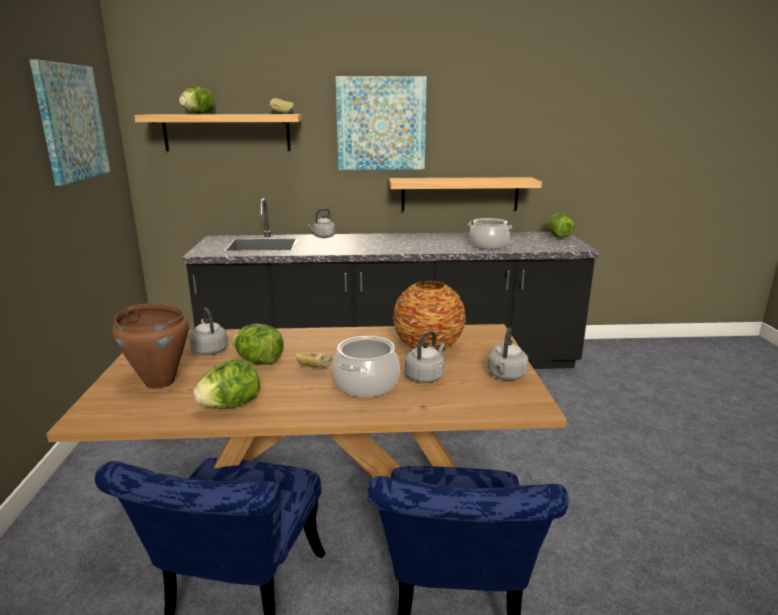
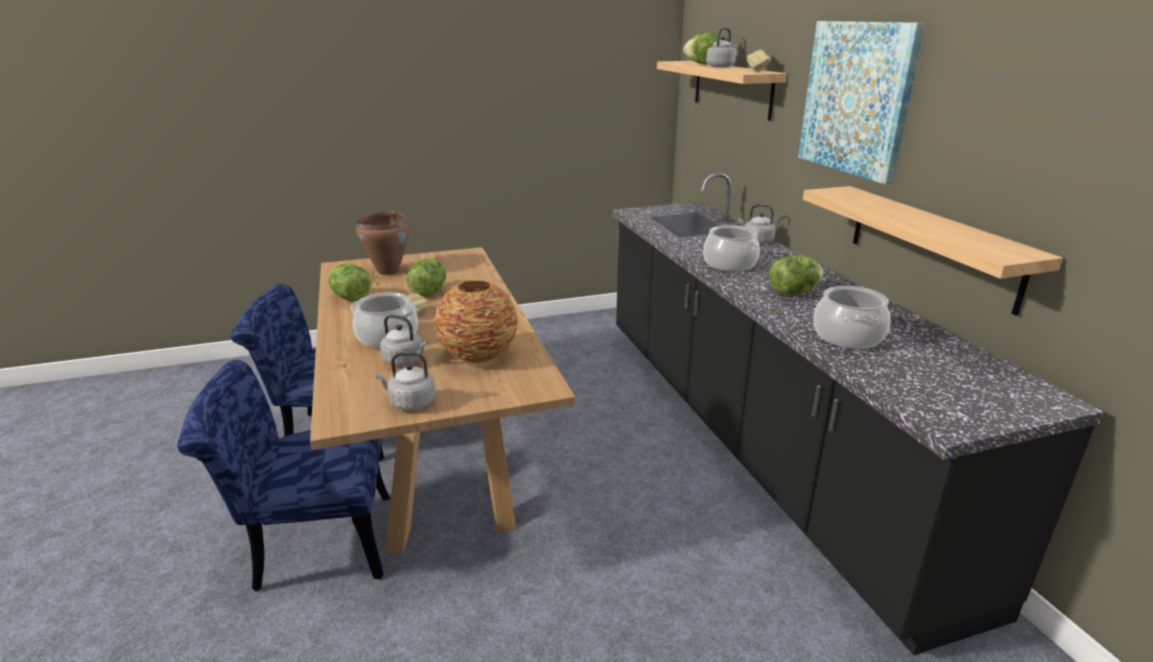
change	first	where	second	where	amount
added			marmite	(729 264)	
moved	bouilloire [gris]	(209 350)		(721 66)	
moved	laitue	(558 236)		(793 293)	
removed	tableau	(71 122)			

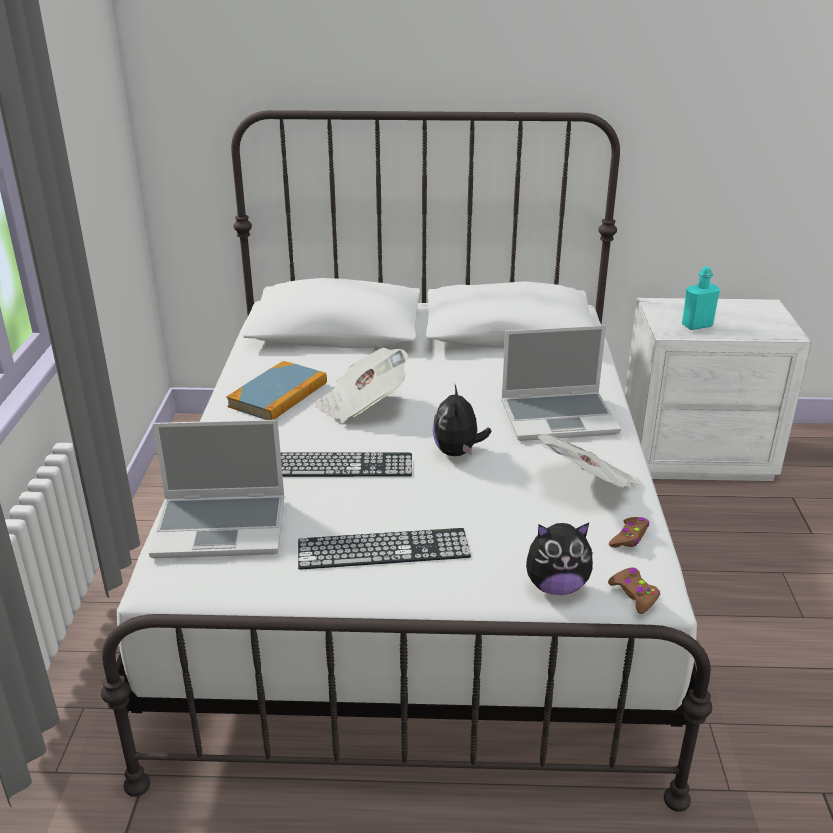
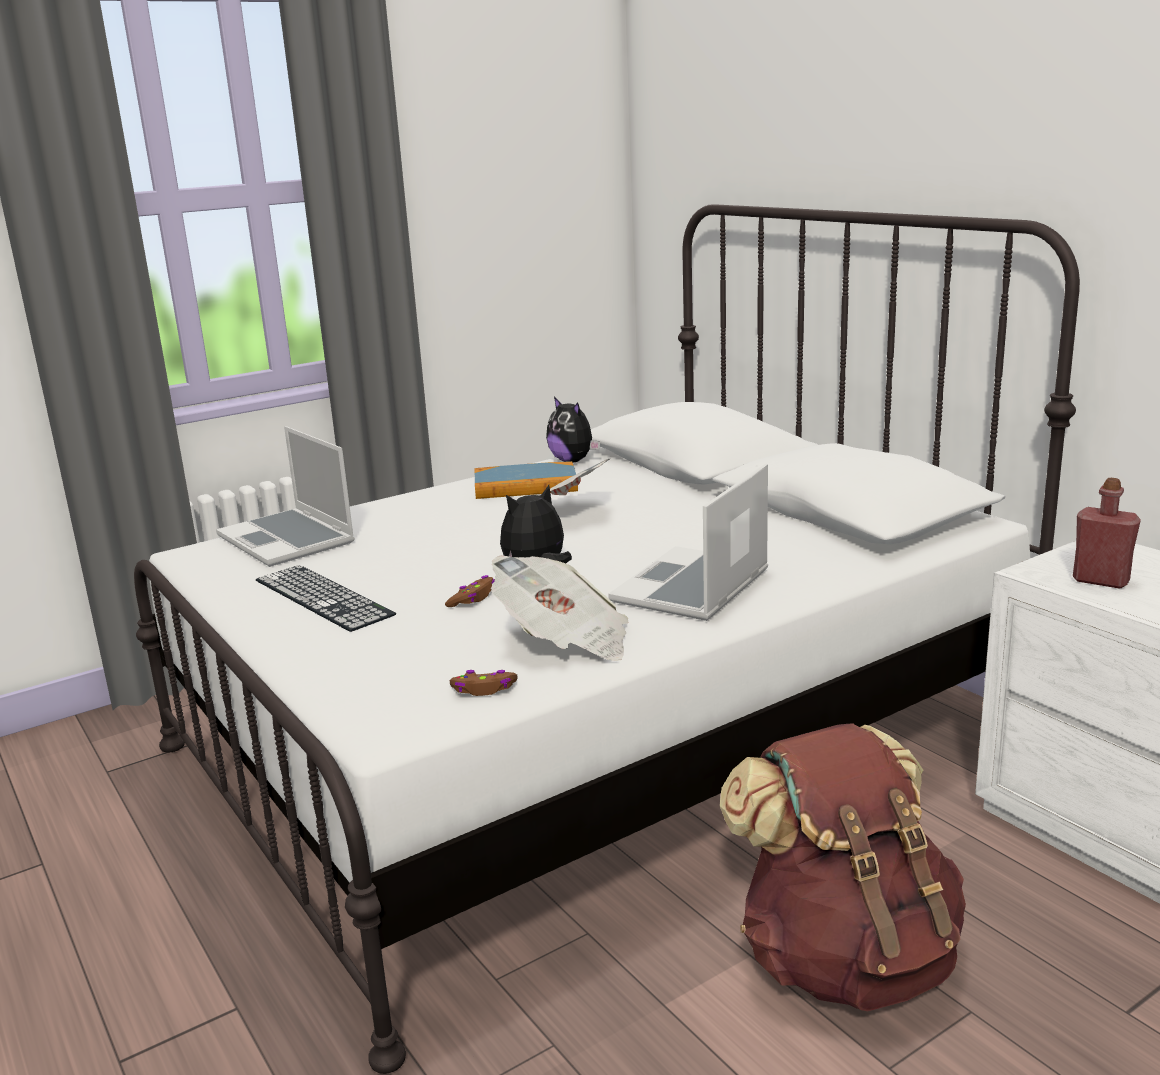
change	first	where	second	where	amount
moved	manette [marron]	(634 595)		(472 599)	
moved	peluche	(556 586)		(573 461)	
turned	ordinateur portable	(559 417)		(692 588)	75 degrees clockwise
added			sac à dos [marron]	(845 957)	
recoloured	bouteille [turquoise]	(697 325)	bouteille [rouge]	(1100 580)	
removed	clavier	(337 465)			

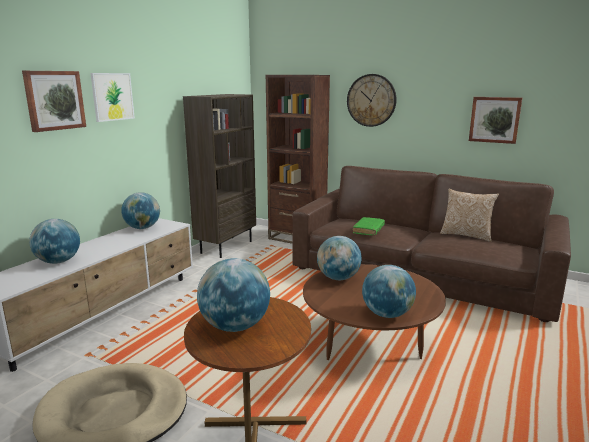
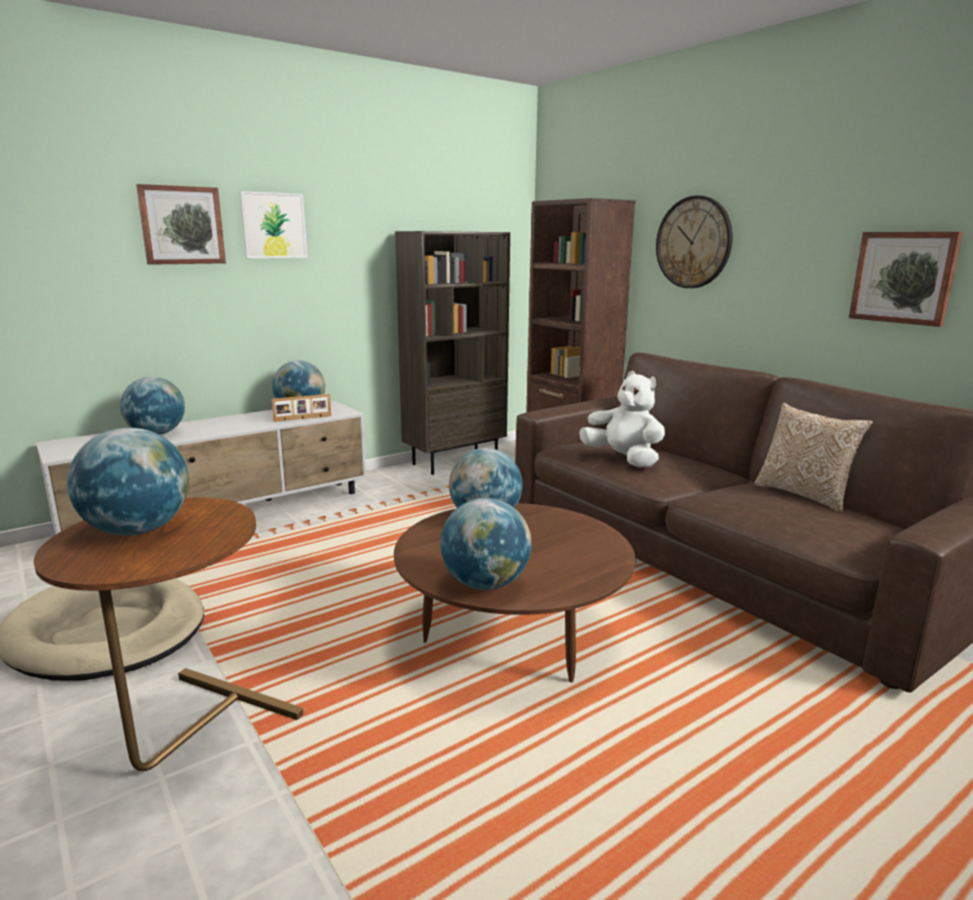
change	first	where	second	where	amount
added			cadre photo	(303 418)	
replaced	livre [vert]	(368 230)	peluche [blanc]	(623 459)	

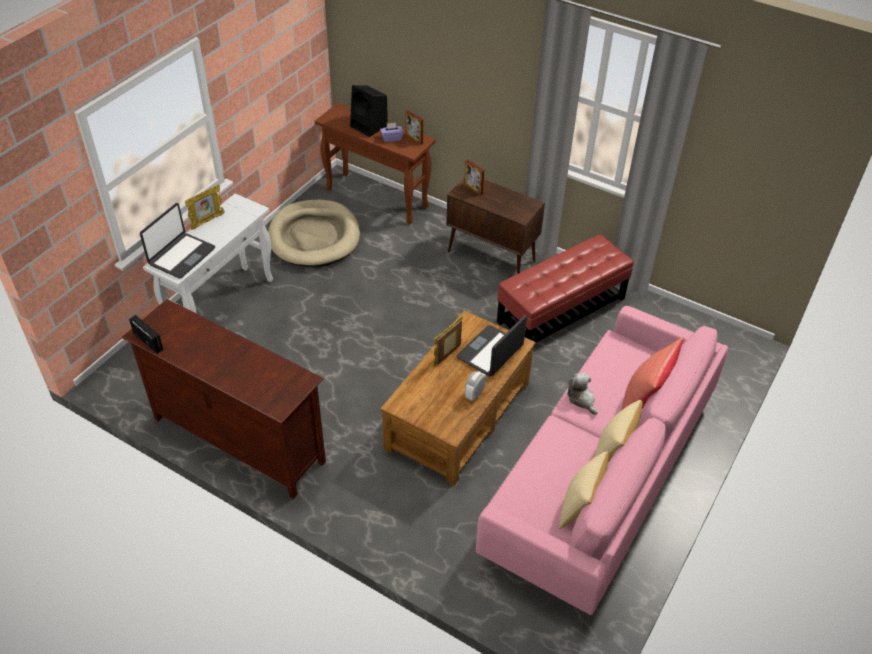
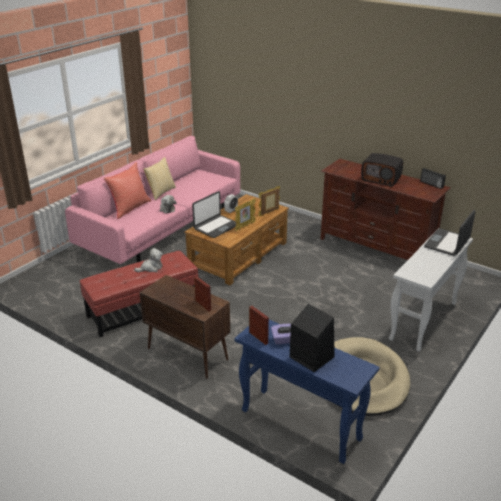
change	first	where	second	where	amount
added			peluche	(151 268)	
recoloured	table console [marron]	(377 198)	table console [bleu]	(299 424)	
moved	cadre photo	(207 221)		(269 212)	
added			radio	(381 179)	
removed	coussin	(580 507)			

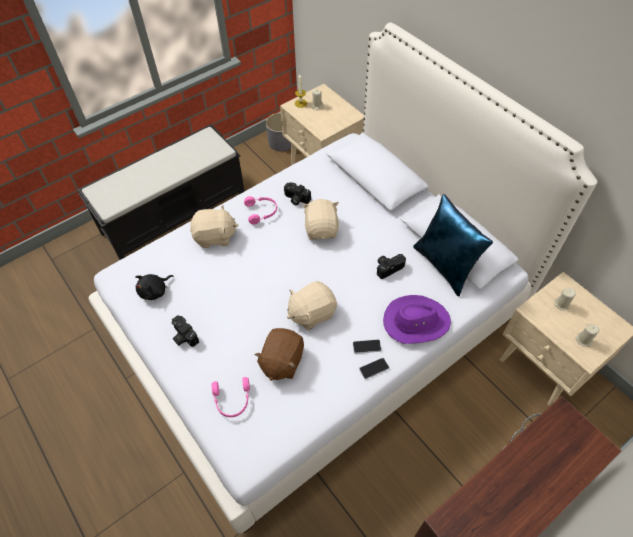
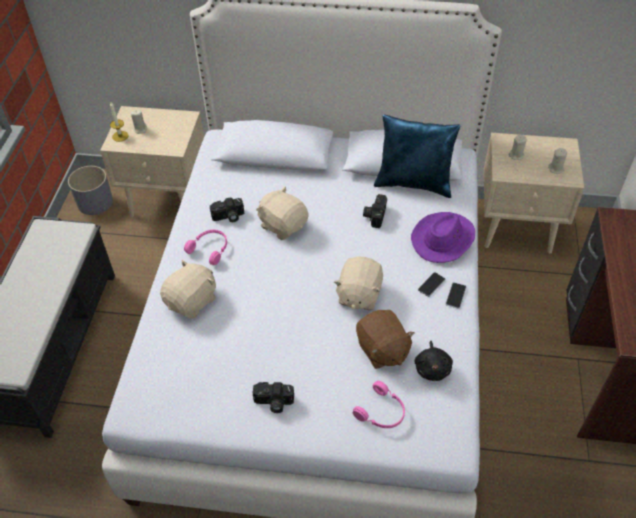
change	first	where	second	where	amount
moved	peluche [noir]	(155 291)		(432 368)	

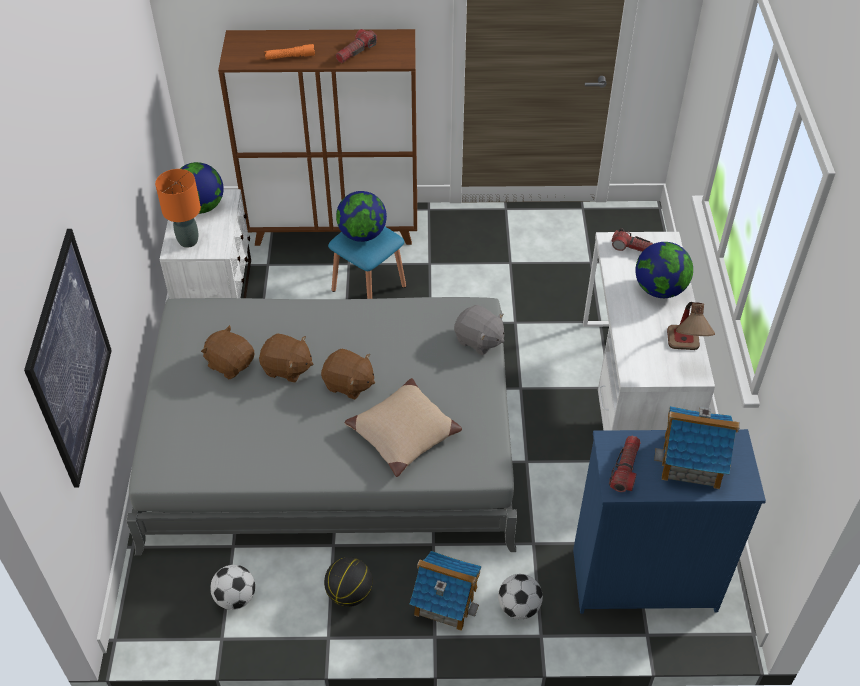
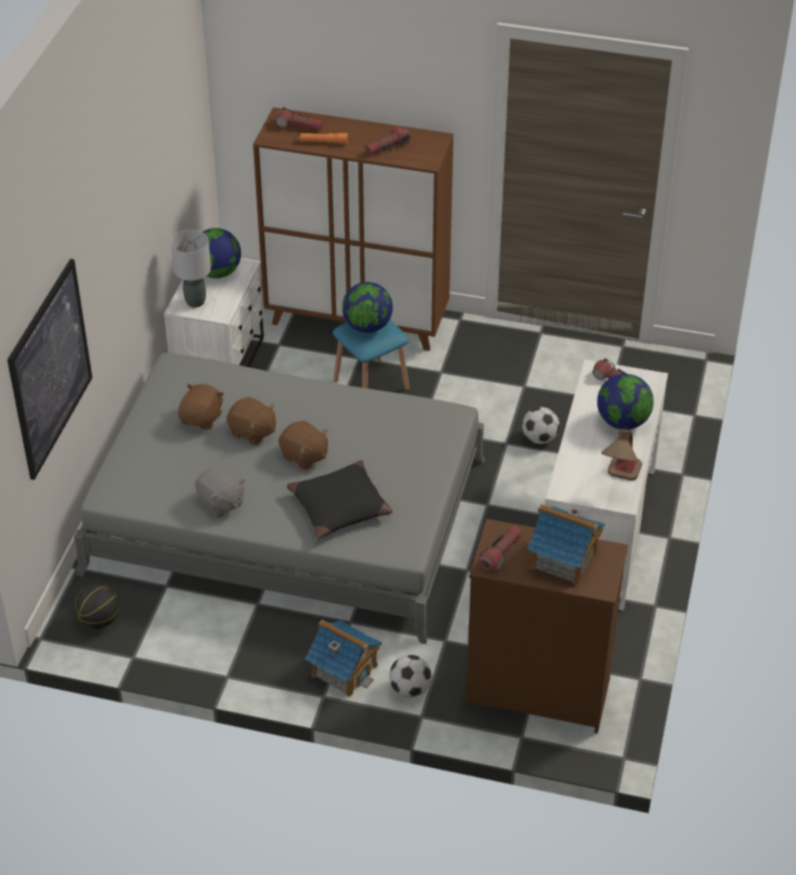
change	first	where	second	where	amount
moved	ballon de basket	(349 593)		(98 620)	
recoloured	lampe de table [orange]	(188 241)	lampe de table [gris]	(195 302)	
turned	peluche [marron]	(230 364)		(202 418)	60 degrees clockwise
moved	peluche [gris]	(479 340)		(220 503)	
added			lampe de poche	(299 126)	
recoloured	coussin [beige]	(404 434)	coussin [noir]	(340 508)	
recoloured	commode [bleu]	(642 579)	commode [marron]	(537 691)	
moved	ballon de foot	(235 598)		(539 438)	

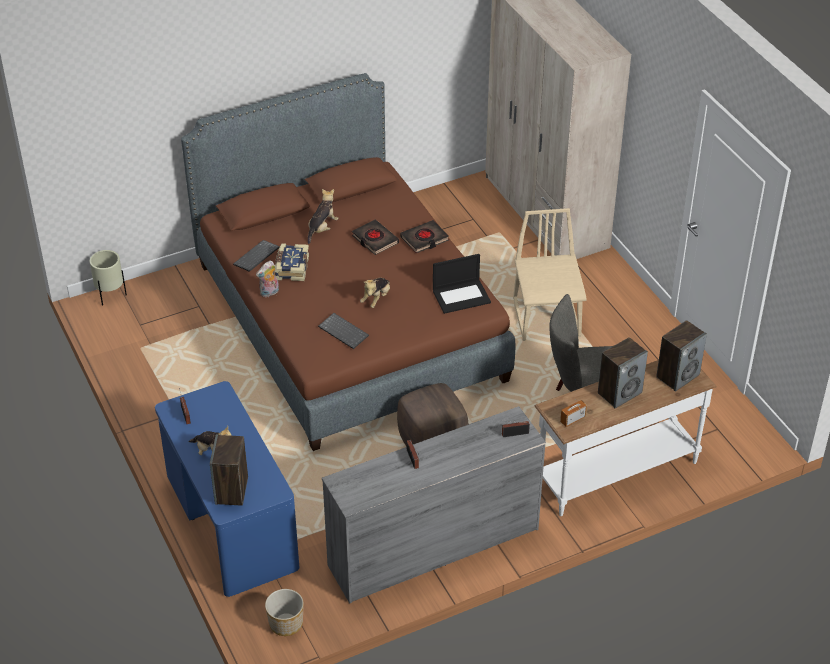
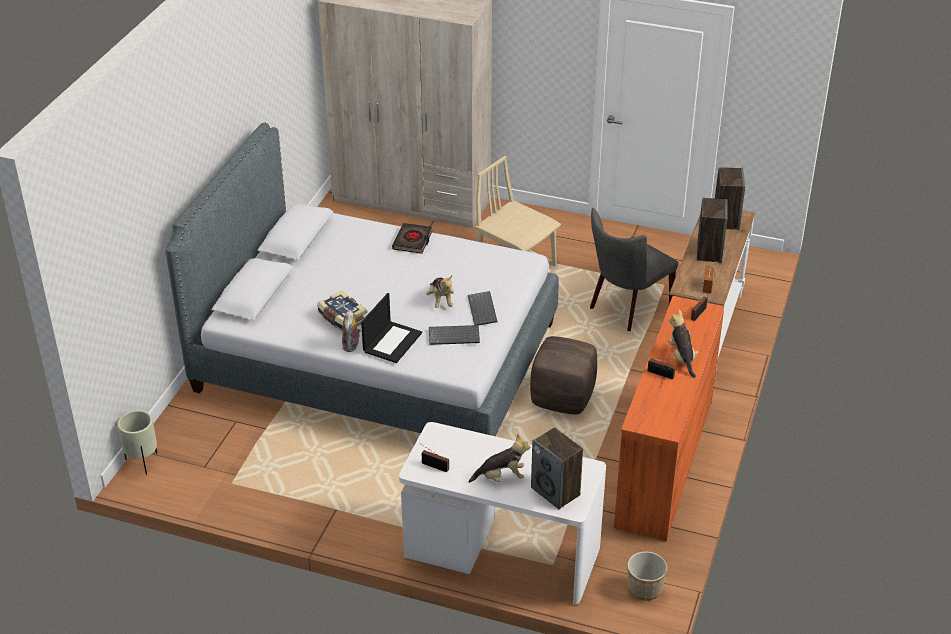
change	first	where	second	where	amount
recoloured	lit [marron]	(348 321)	lit [gris]	(375 357)	
moved	ordinateur portable	(461 296)		(392 342)	
recoloured	bureau [bleu]	(230 523)	bureau [blanc]	(500 554)	
moved	clavier	(256 257)		(483 310)	
recoloured	commode [gris]	(432 547)	commode [orange]	(663 463)	
moved	peluche	(322 228)		(682 358)	
removed	livre [noir]	(375 240)			

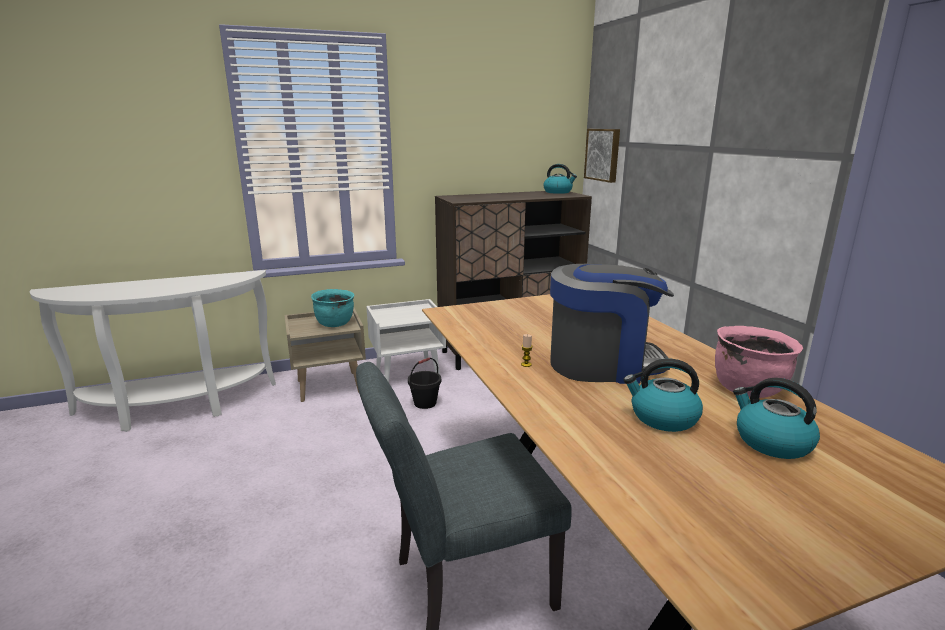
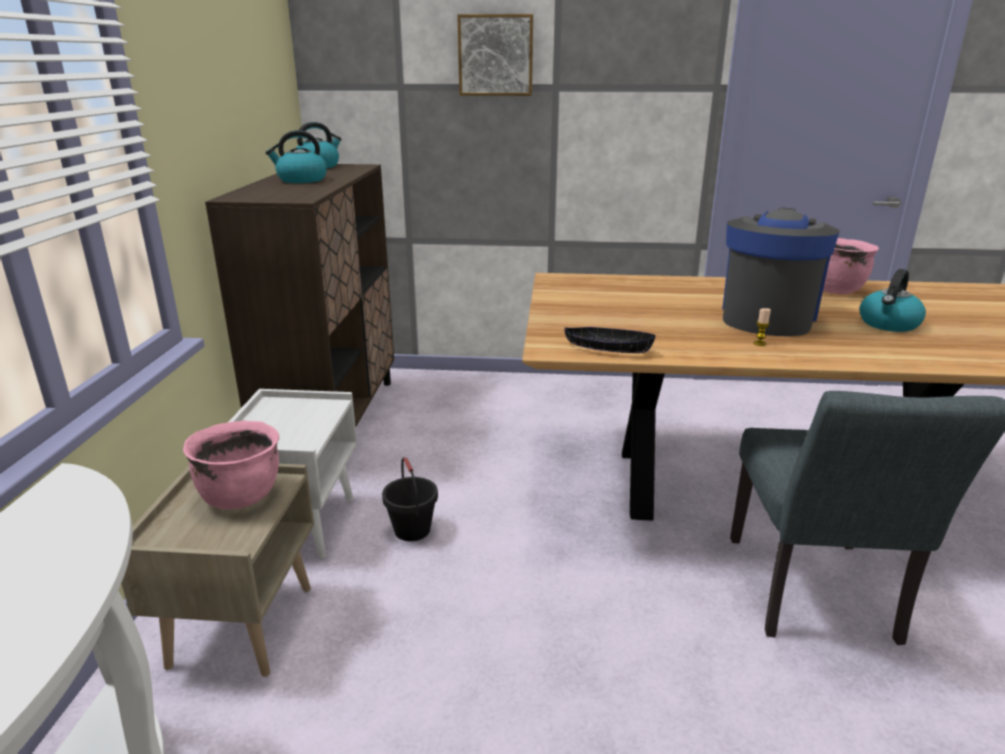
change	first	where	second	where	amount
recoloured	marmite [turquoise]	(335 324)	marmite [rose]	(241 496)	
moved	bouilloire	(771 442)		(301 180)	
moved	tableau	(603 154)		(496 55)	
added			bol [noir]	(607 349)	

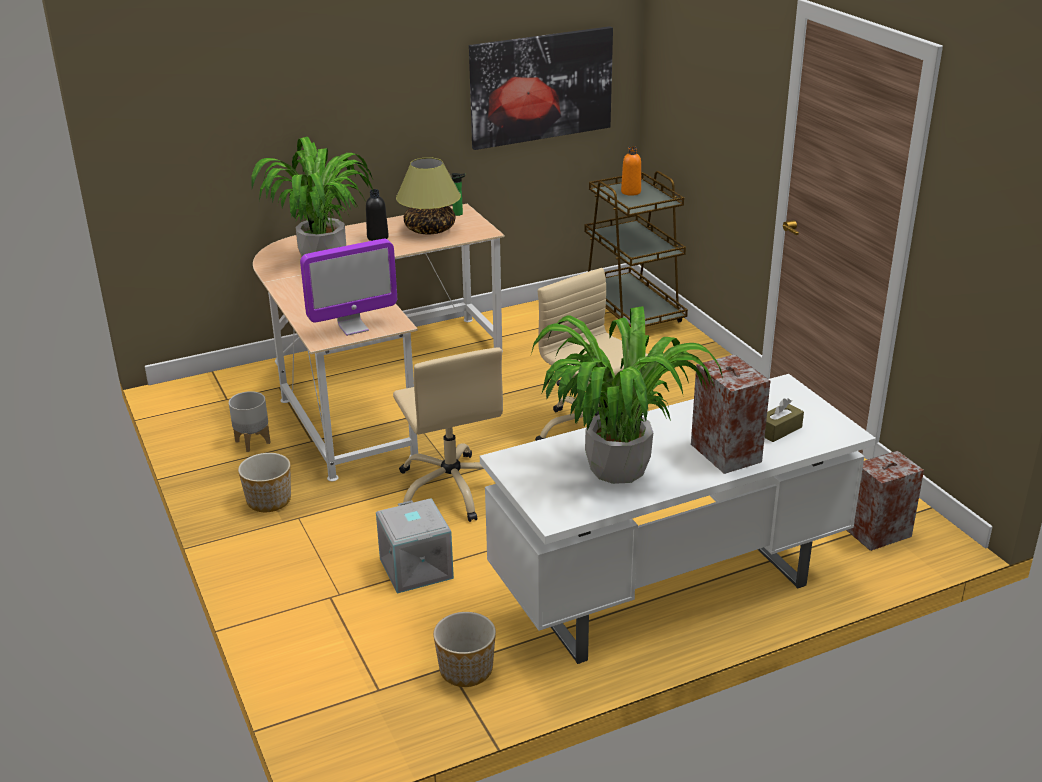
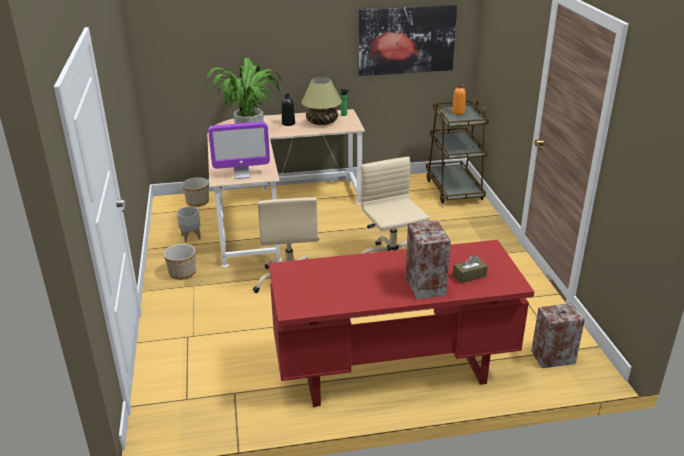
change	first	where	second	where	amount
moved	cache-pot	(467 670)		(198 202)	
recoloured	bureau [blanc]	(669 595)	bureau [rouge]	(393 373)	
removed	boîte de rangement [gris]	(414 568)			
removed	plante en pot	(616 468)			

